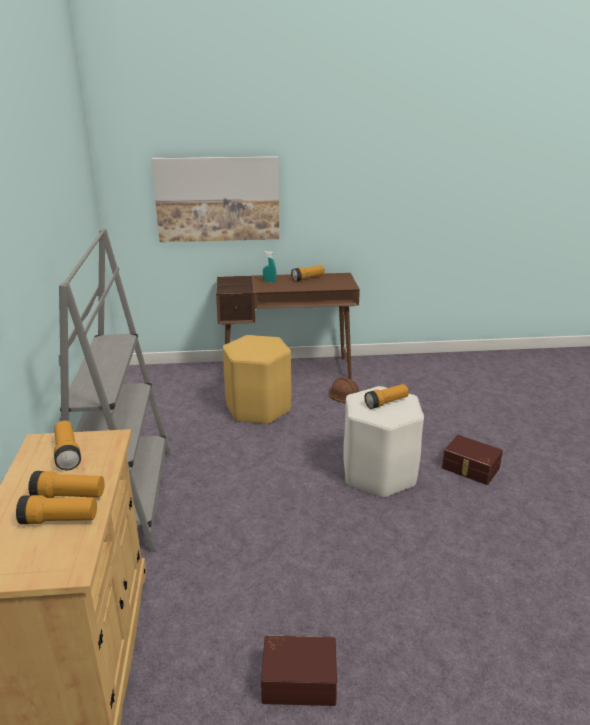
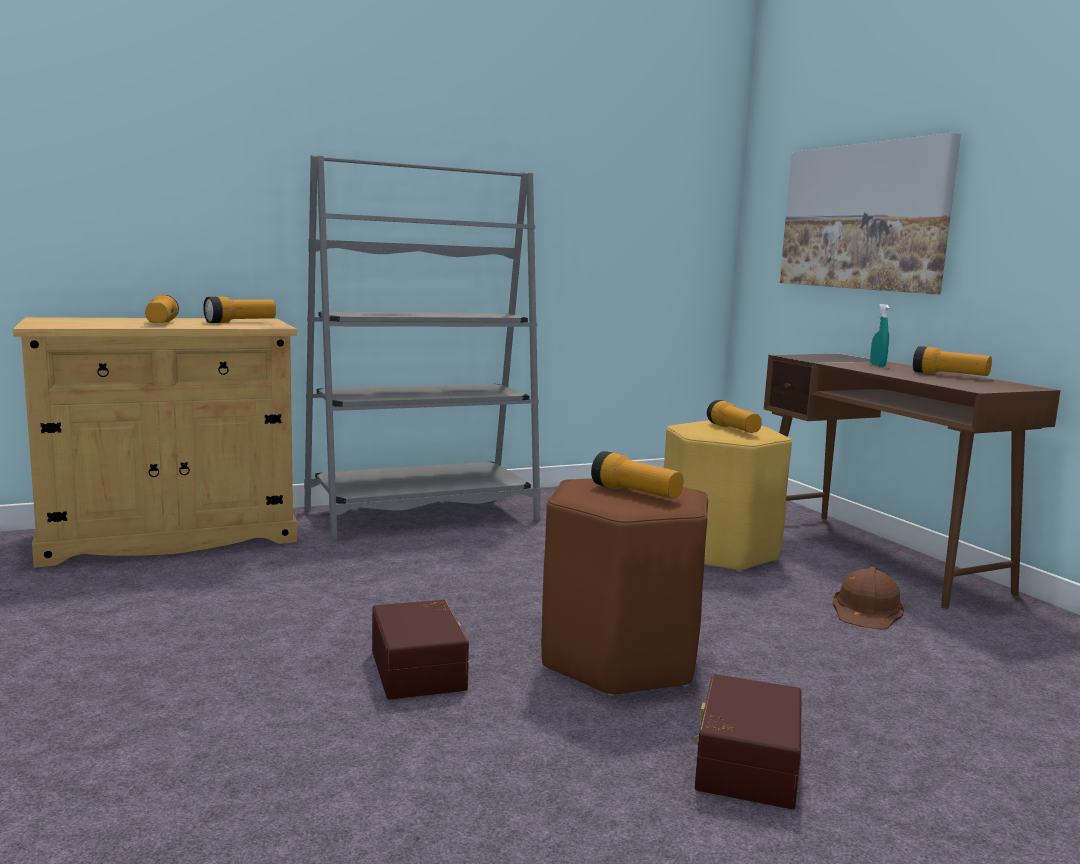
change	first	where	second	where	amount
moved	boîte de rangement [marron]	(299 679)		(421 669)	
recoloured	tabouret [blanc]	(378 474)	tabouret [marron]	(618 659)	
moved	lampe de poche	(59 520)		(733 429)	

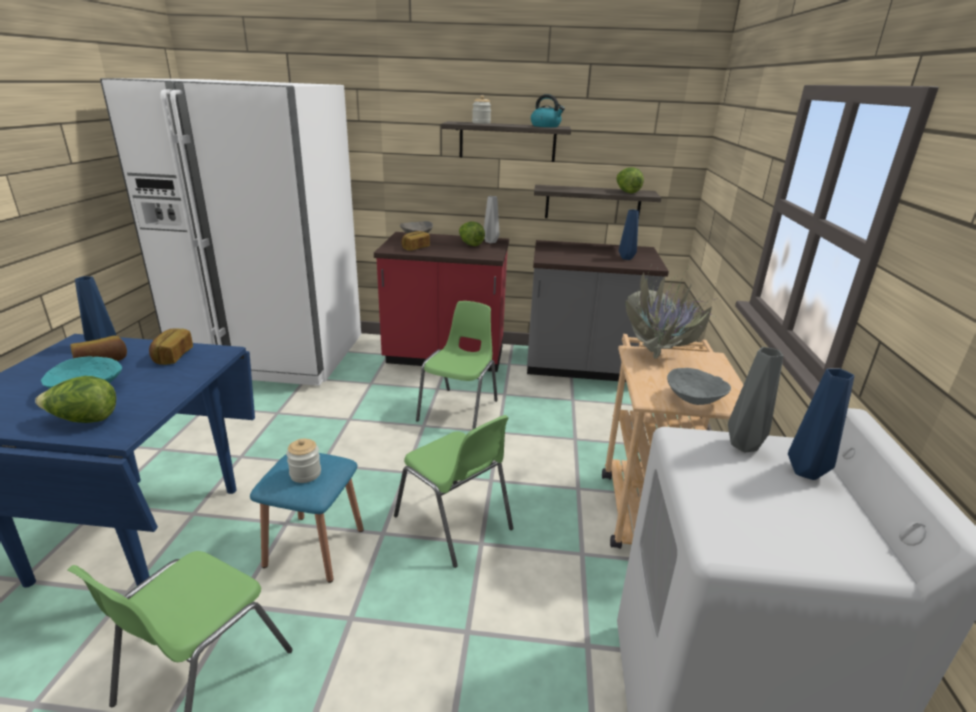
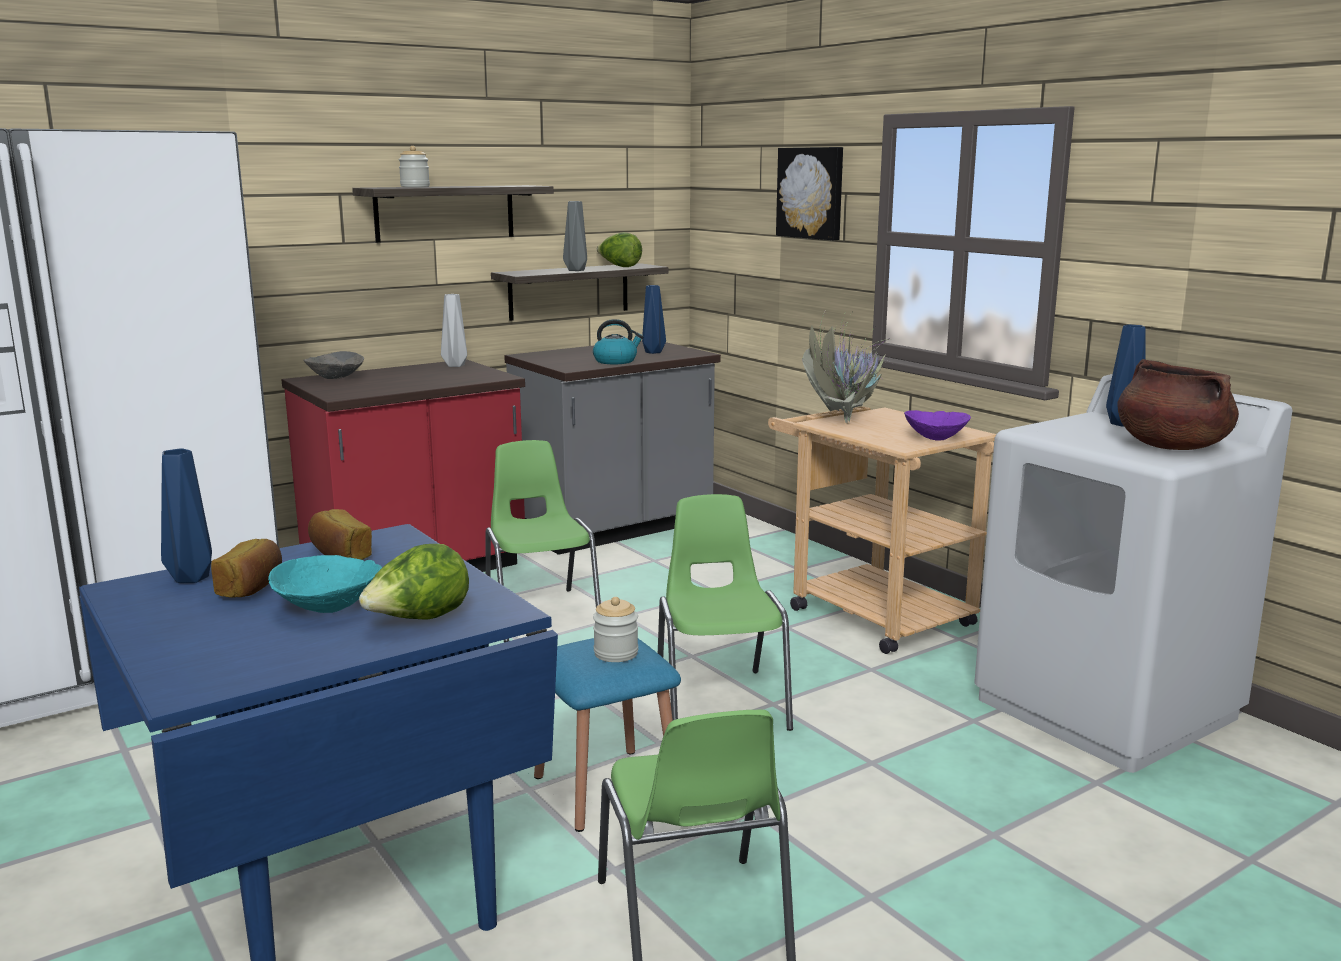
change	first	where	second	where	amount
moved	vase [gris]	(745 447)		(577 270)	
moved	bouilloire	(546 126)		(616 361)	
turned	chaise [vert]	(454 523)		(720 702)	105 degrees counterclockwise
added			tableau	(811 193)	
recoloured	bol [gris]	(694 399)	bol [violet]	(934 438)	
added			marmite [marron]	(1170 446)	
removed	pain	(415 248)			
removed	laitue	(470 244)			

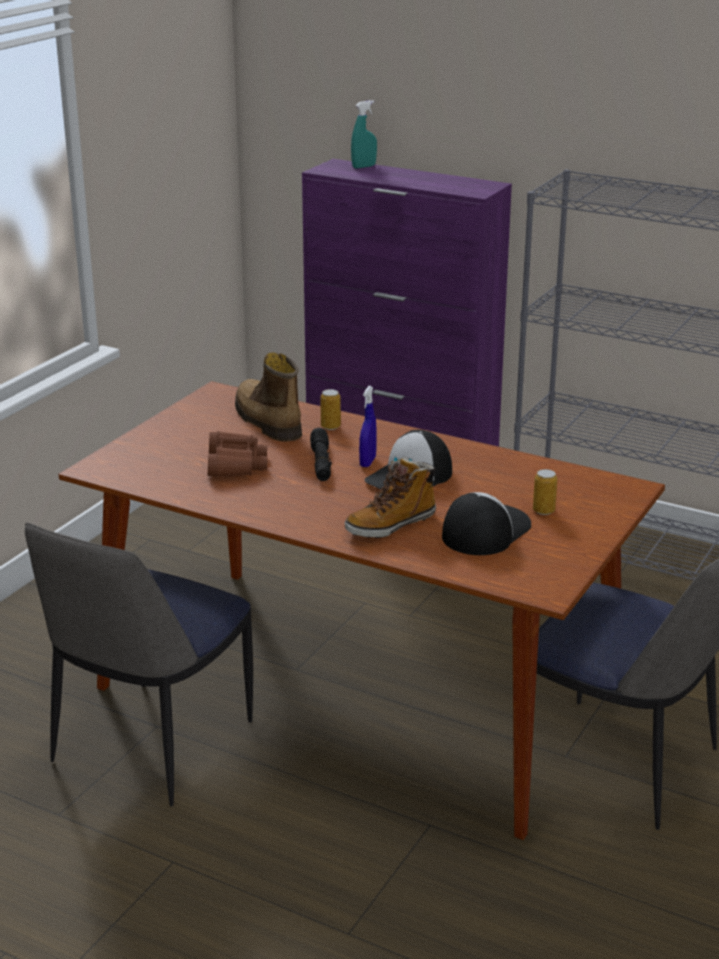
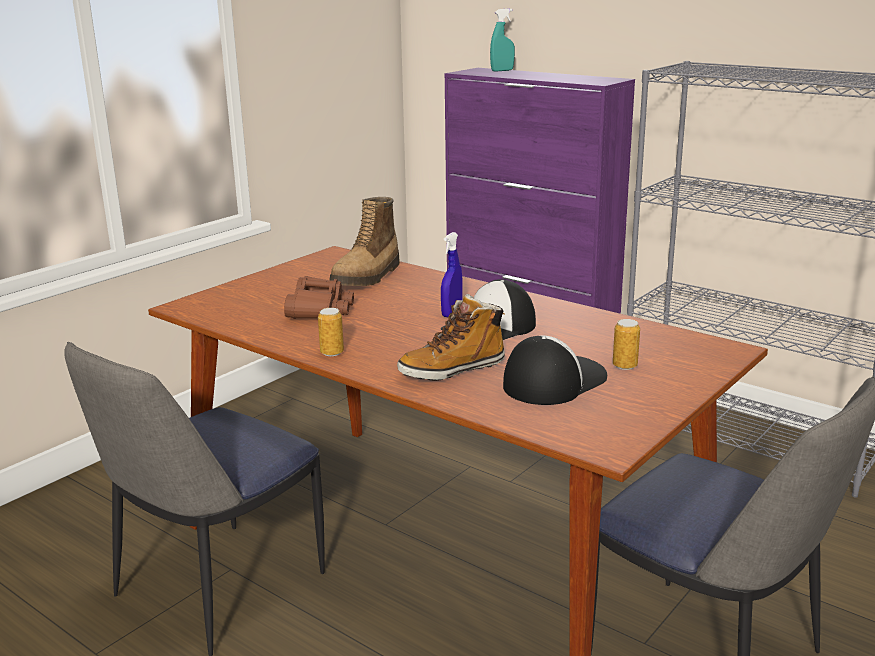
change	first	where	second	where	amount
moved	boîte métallique	(330 426)		(332 352)	
turned	botte	(266 422)		(368 277)	135 degrees counterclockwise
removed	lampe de poche [noir]	(321 462)			

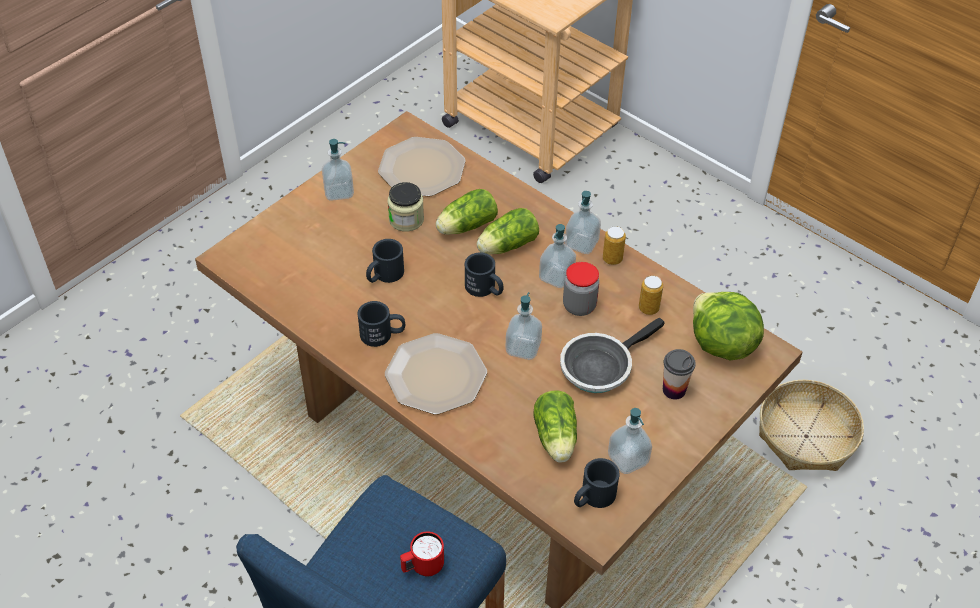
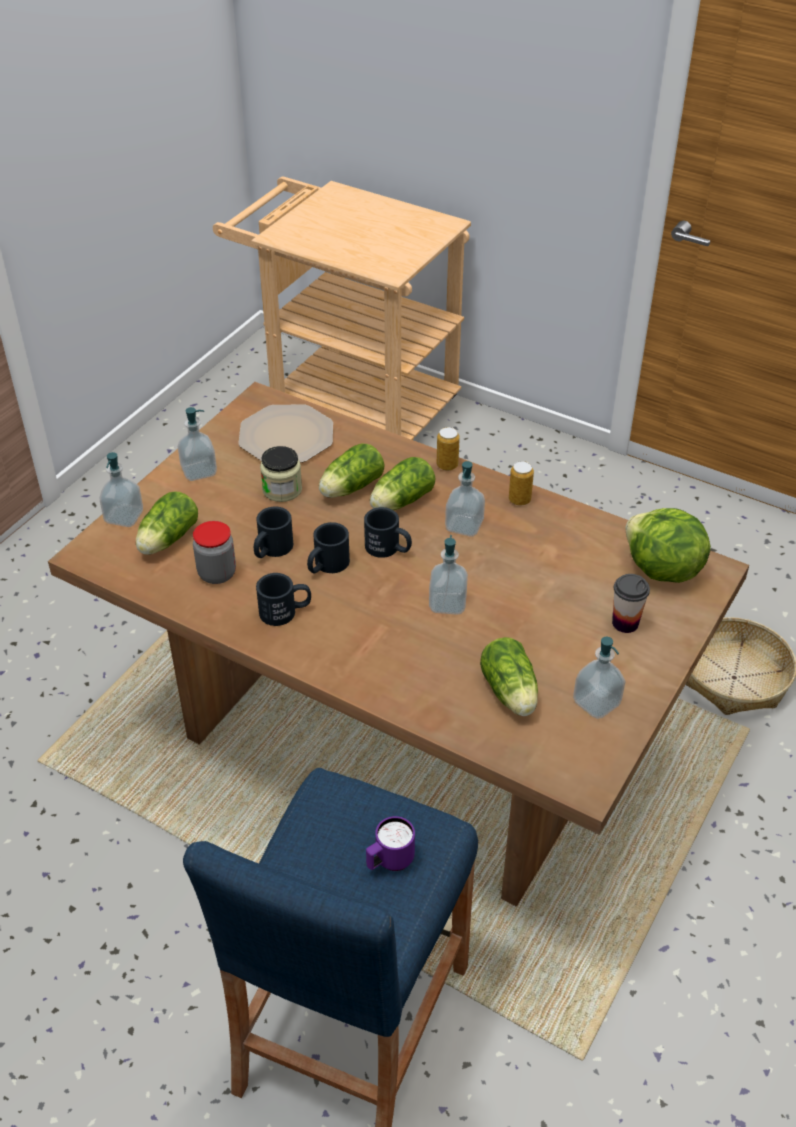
change	first	where	second	where	amount
moved	distributeur de savon	(581 244)		(124 517)	
added			laitue	(166 540)	
moved	bocal	(579 306)		(217 574)	
moved	mug [noir]	(593 497)		(327 566)	
recoloured	mug [rouge]	(422 567)	mug [violet]	(389 862)	
moved	boîte métallique	(648 308)		(447 465)	
removed	assiette	(437 375)			
removed	poêle	(600 366)			

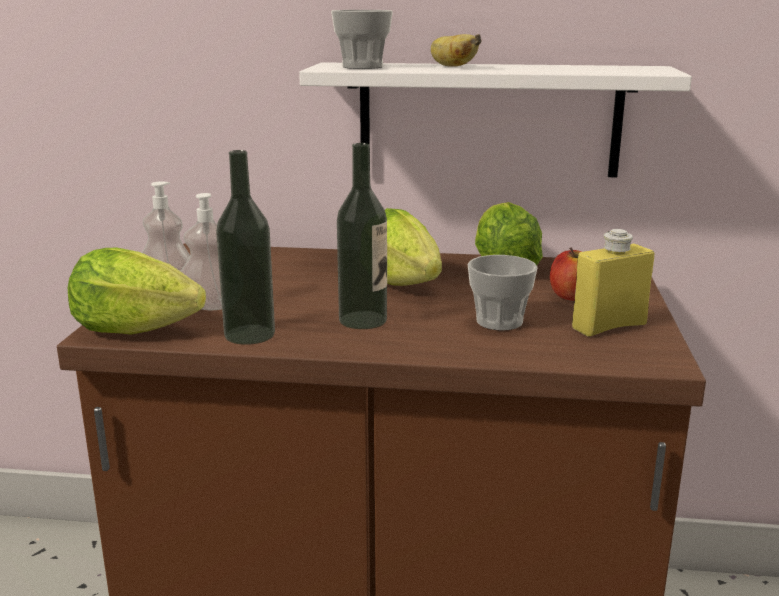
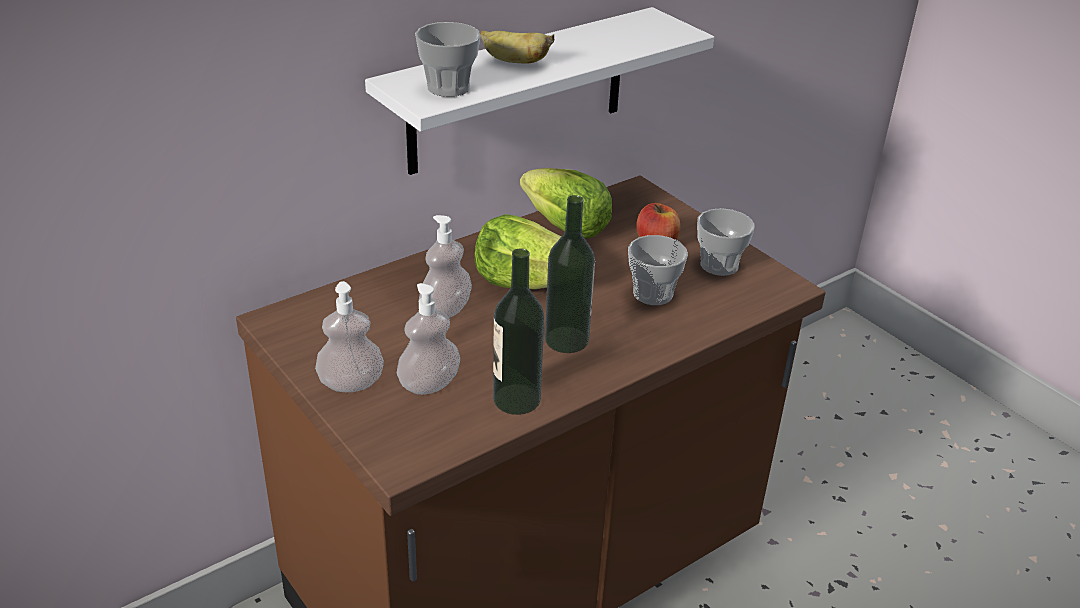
change	first	where	second	where	amount
added			distributeur de savon	(445 310)	
replaced	bouteille [jaune]	(609 326)	tasse	(719 265)	
removed	laitue	(135 329)			

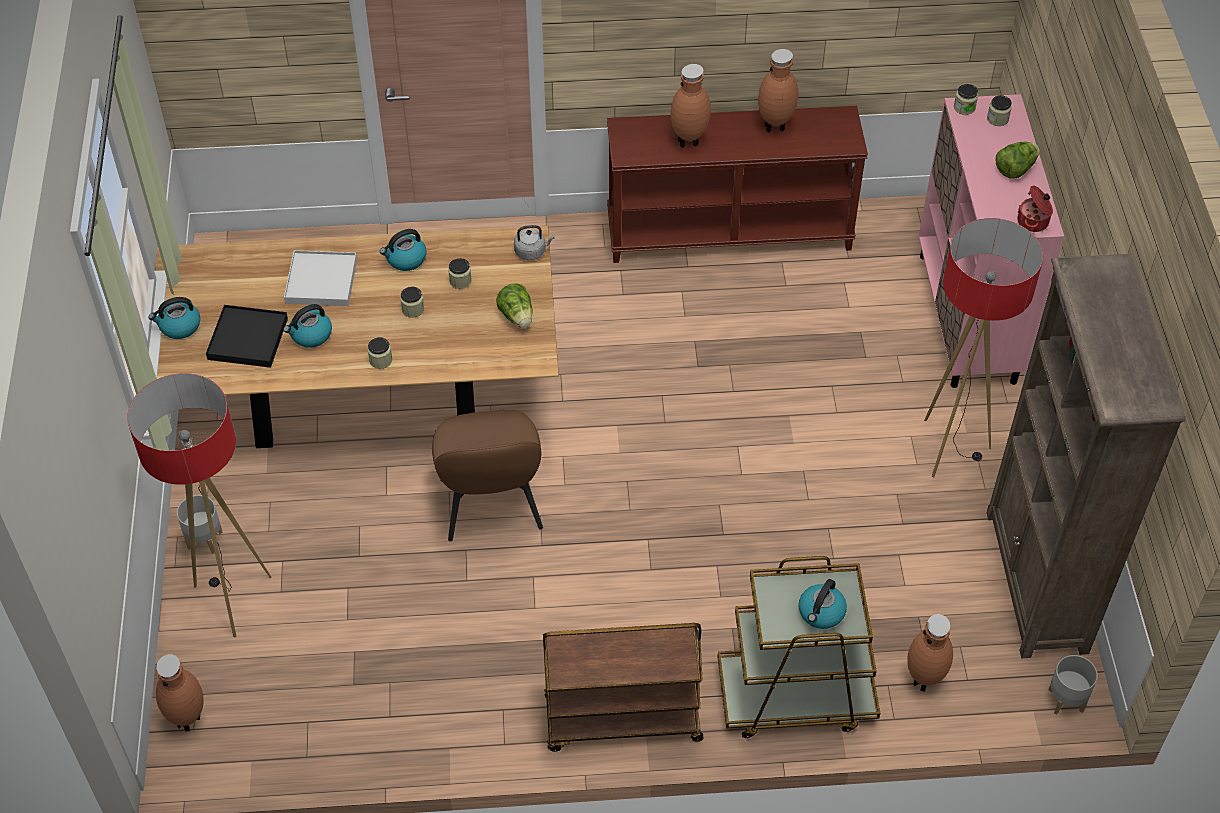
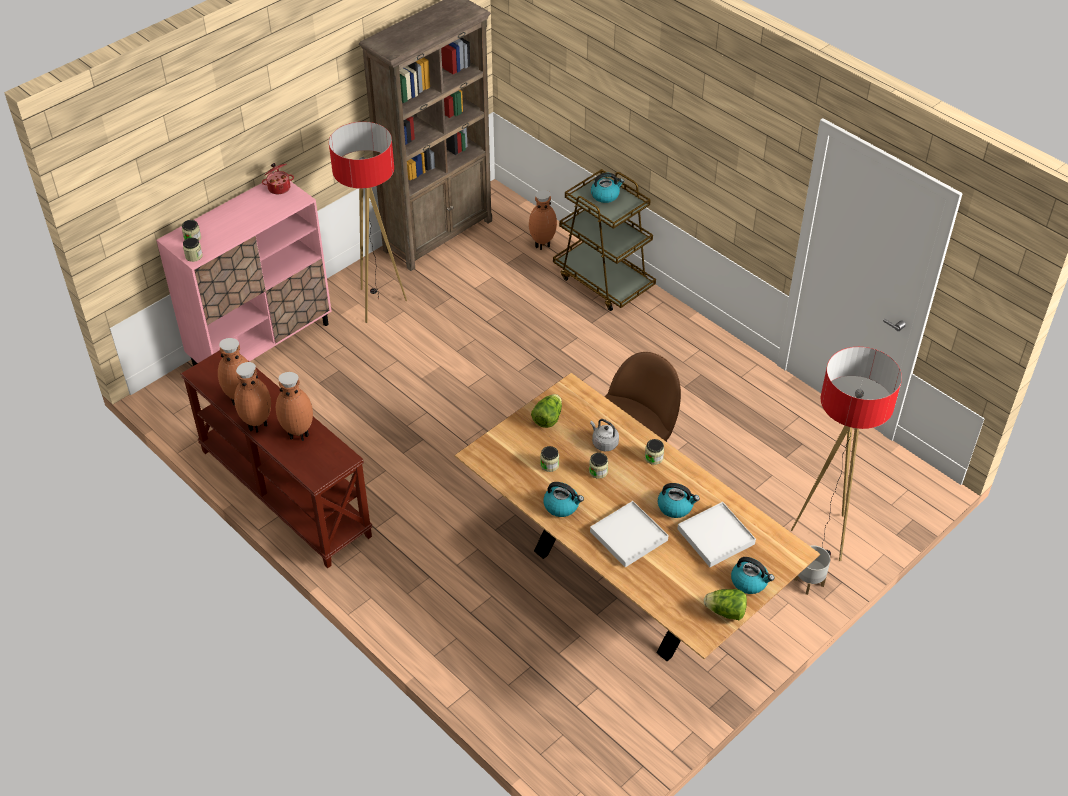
change	first	where	second	where	amount
moved	vase [marron]	(189 719)		(257 425)	
moved	bouilloire [gris]	(532 251)		(603 443)	
recoloured	plateau [noir]	(247 339)	plateau [blanc]	(715 537)	
moved	laitue	(1015 169)		(725 612)	
removed	chariot [marron]	(621 719)			
removed	cache-pot [gris]	(1066 701)			

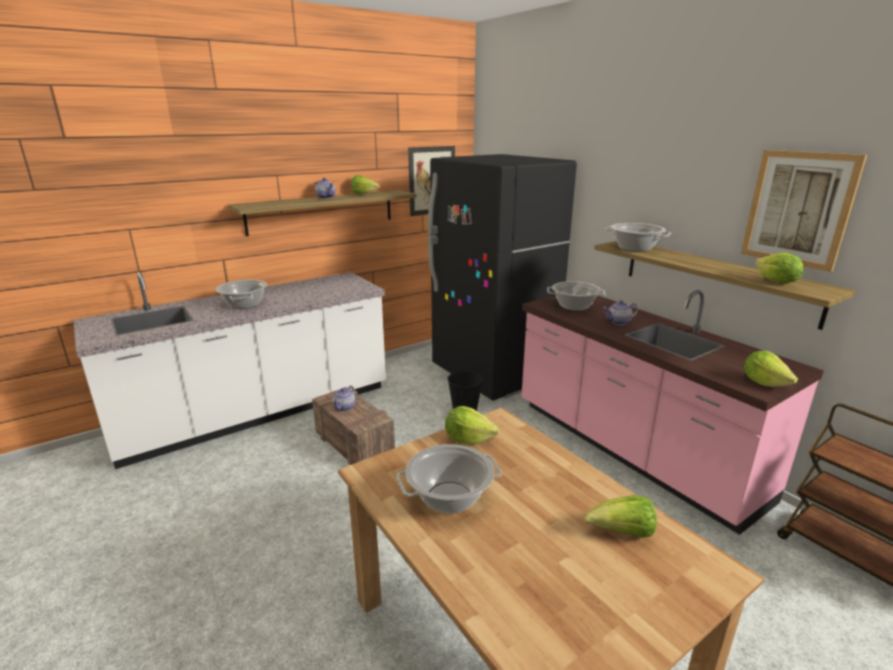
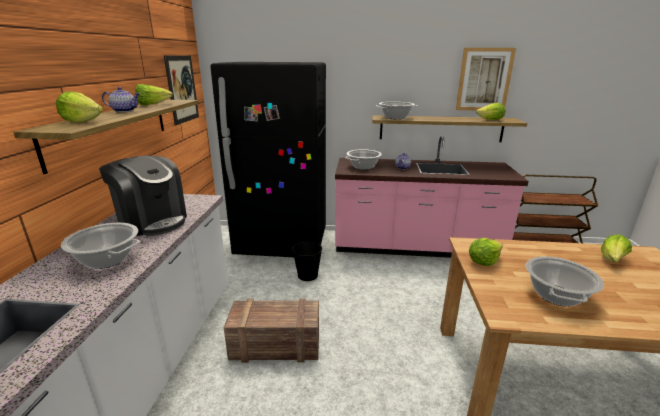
change	first	where	second	where	amount
moved	laitue	(764 382)		(82 122)	
added			machine à café	(152 221)	
removed	théière	(345 407)			

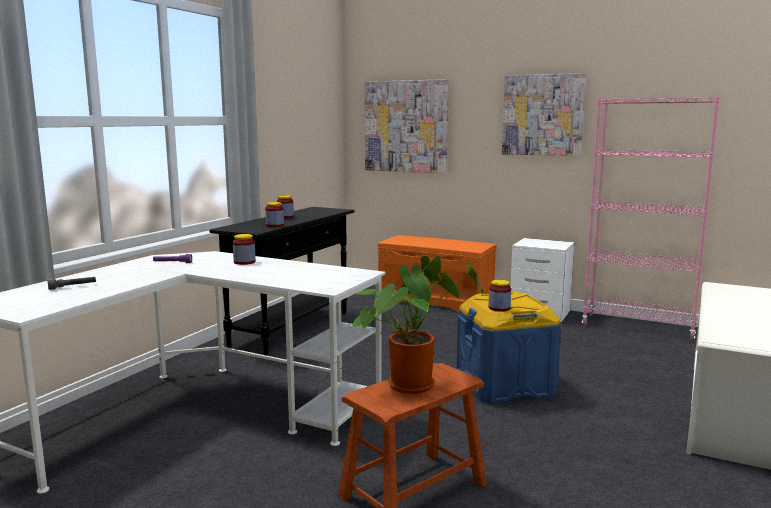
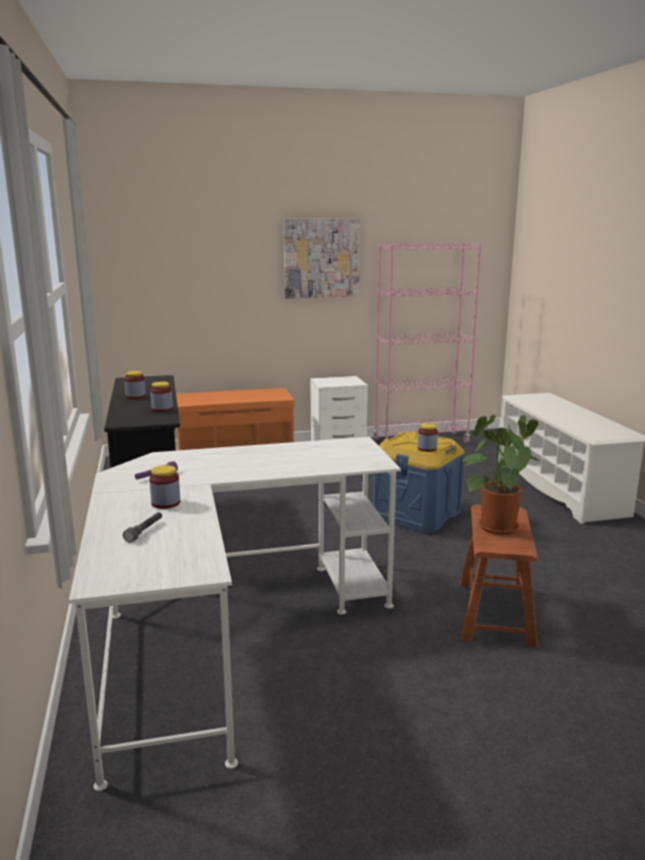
change	first	where	second	where	amount
moved	bocal	(244 262)		(166 503)	
removed	tableau	(406 126)			

